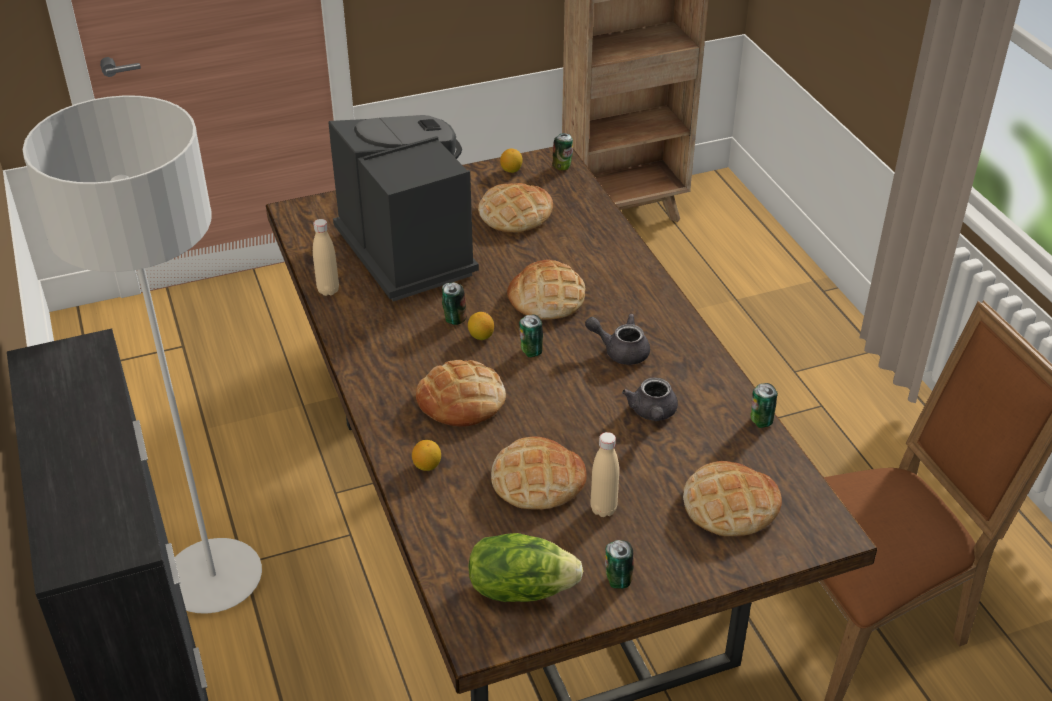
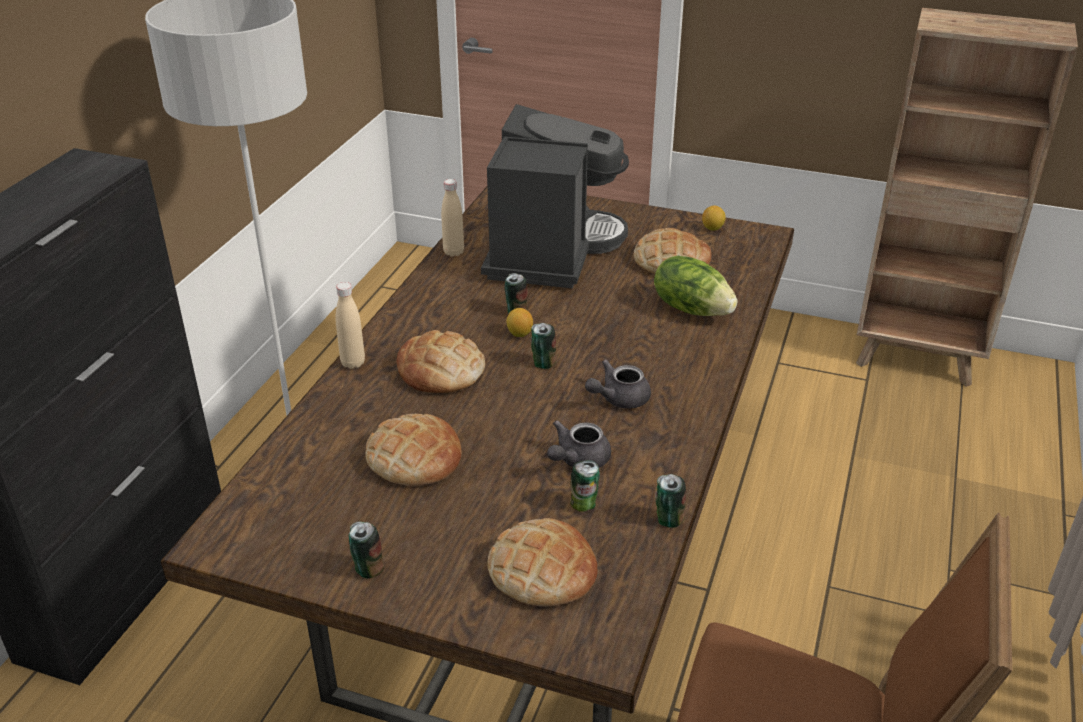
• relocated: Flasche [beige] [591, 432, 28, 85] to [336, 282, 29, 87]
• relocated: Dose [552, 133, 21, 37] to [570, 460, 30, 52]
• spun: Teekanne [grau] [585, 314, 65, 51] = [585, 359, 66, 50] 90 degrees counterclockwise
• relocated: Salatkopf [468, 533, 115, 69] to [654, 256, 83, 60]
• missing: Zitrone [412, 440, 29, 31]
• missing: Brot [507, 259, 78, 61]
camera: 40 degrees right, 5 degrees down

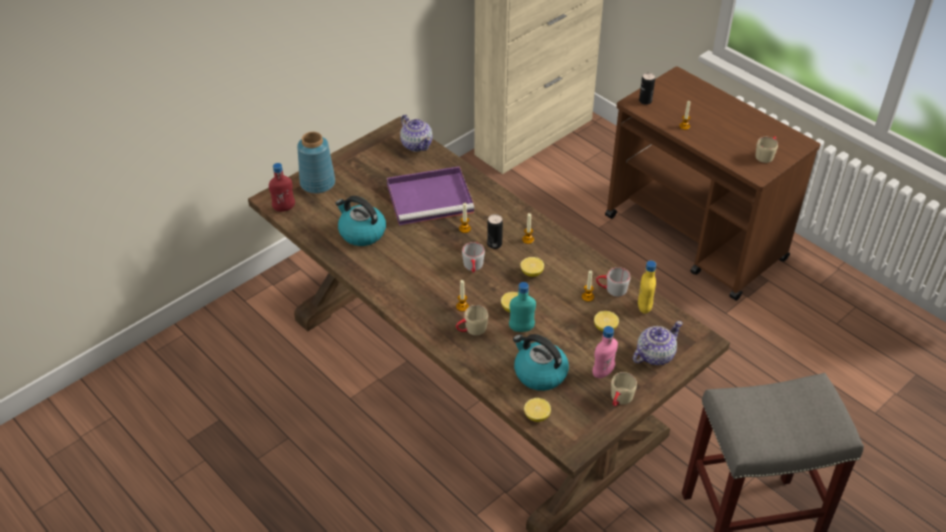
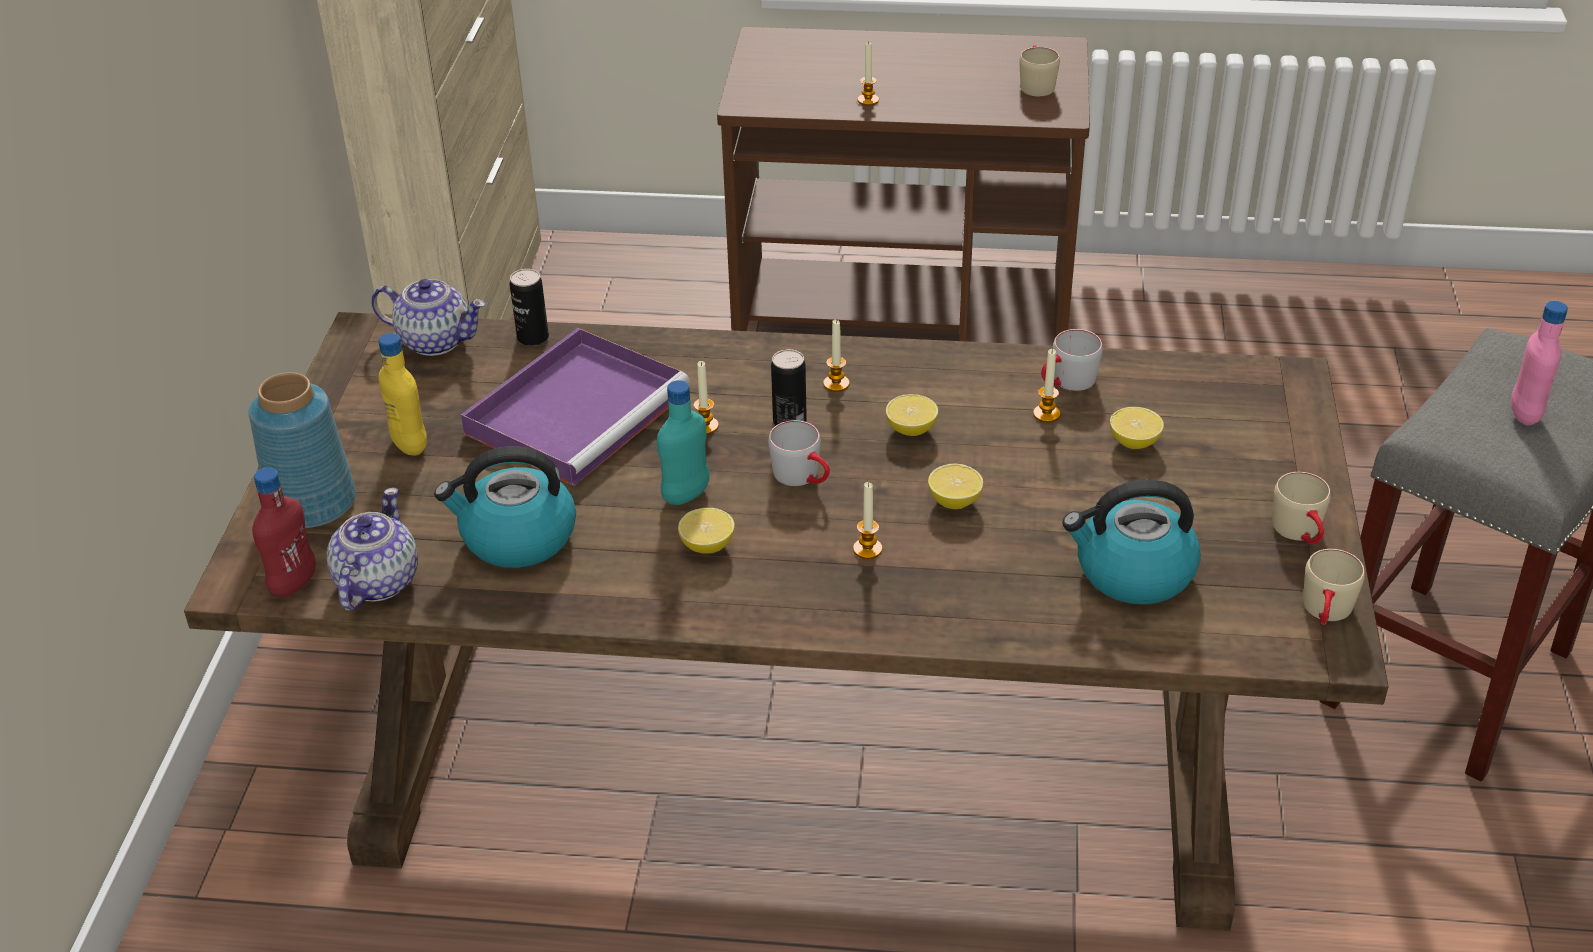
• relocated: Teekanne [633, 321, 50, 44] to [327, 488, 91, 122]
• relocated: Flasche [gelb] [638, 261, 18, 53] to [378, 333, 49, 123]
• relocated: Dose [639, 73, 16, 32] to [510, 269, 39, 77]
• relocated: Flasche [türkis] [509, 282, 27, 50] to [657, 380, 52, 125]
• relocated: Zitrone [524, 398, 27, 24] to [678, 508, 57, 46]
• relocated: Henkelbecher [beige] [456, 305, 32, 30] to [1303, 549, 62, 76]
• relocated: Flasche [rosa] [592, 326, 26, 52] to [1511, 301, 57, 124]
camera: 40 degrees left, 5 degrees down

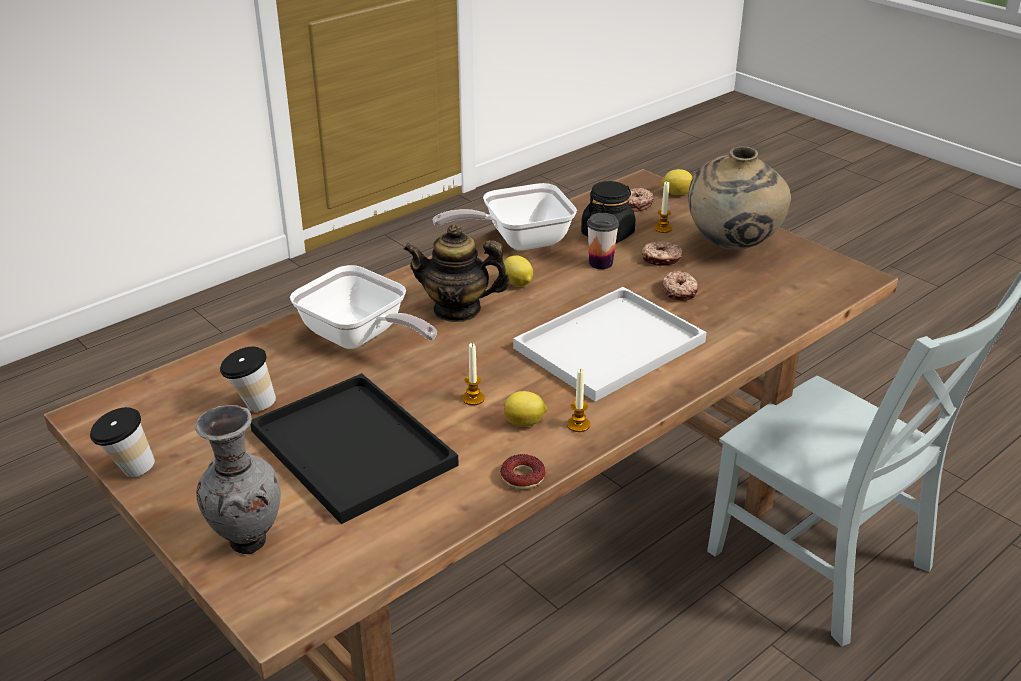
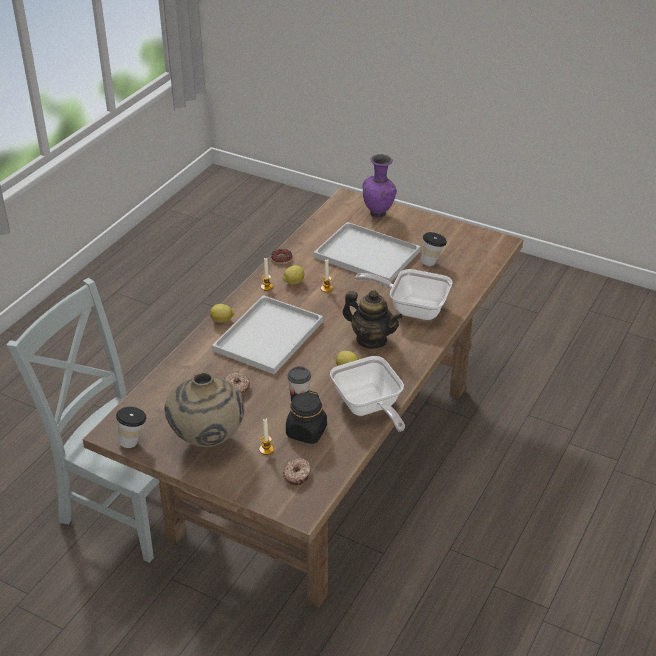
• relocated: Tasse [90, 407, 65, 70] to [116, 407, 30, 41]
• relocated: Zitrone [661, 169, 32, 26] to [210, 304, 24, 19]
• colour: Tablett [schwarz] [251, 373, 208, 151] to Tablett [weiß] [314, 222, 106, 60]
• spun: Pfanne [433, 183, 144, 68] = [330, 356, 75, 76] 105 degrees clockwise
• spun: Teekanne [404, 224, 106, 98] = [342, 290, 61, 59] 45 degrees clockwise
• colour: Vase [grau] [195, 405, 86, 149] to Vase [lila] [362, 154, 35, 64]
• missing: Donut [642, 242, 41, 24]
camera: 160 degrees right, 5 degrees up

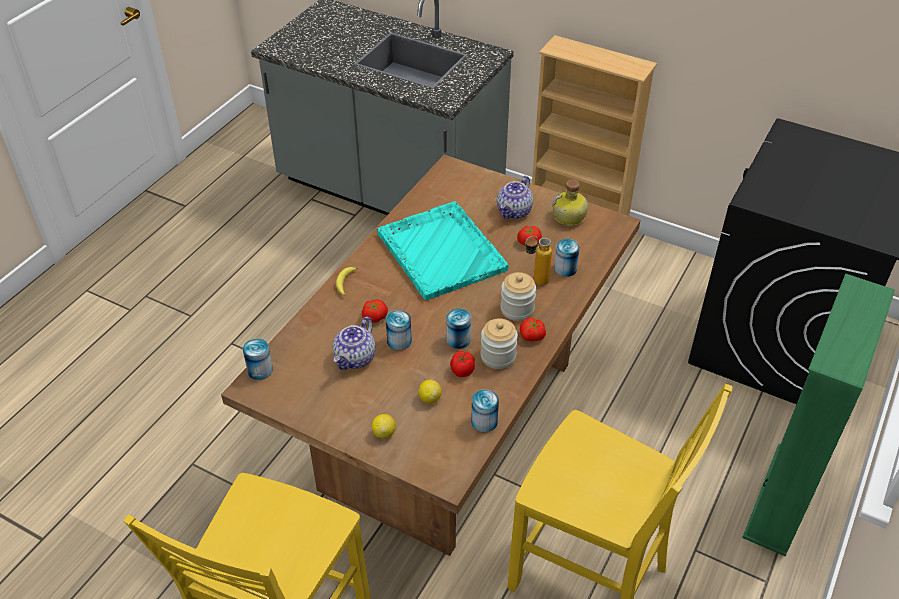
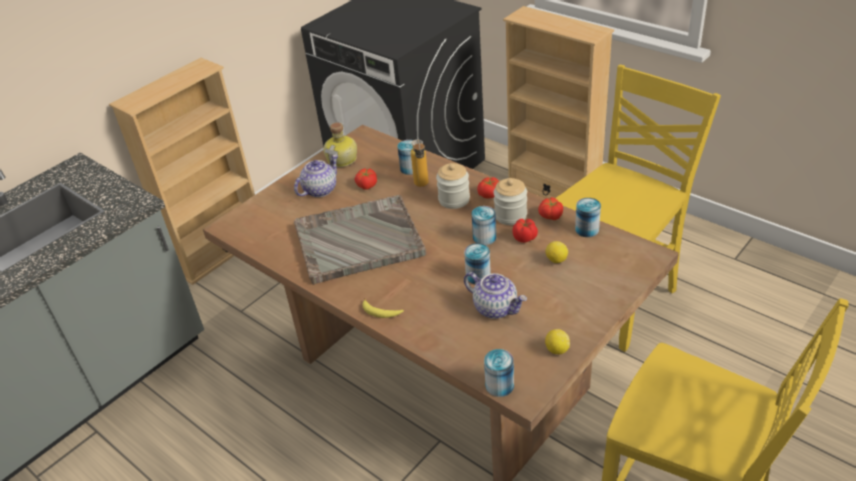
• spun: Teekanne [497, 176, 36, 43] = [294, 155, 45, 42] 90 degrees counterclockwise
• colour: Tablett [türkis] [377, 201, 132, 99] to Tablett [grau] [294, 195, 132, 90]
• colour: Bücherregal [grün] [742, 273, 153, 283] to Bücherregal [beige] [503, 6, 111, 193]
• relocated: Tomate [362, 299, 26, 24] to [538, 197, 25, 23]
• relocated: Zitrone [372, 414, 24, 25] to [545, 329, 25, 25]
camera: 75 degrees left, 5 degrees down

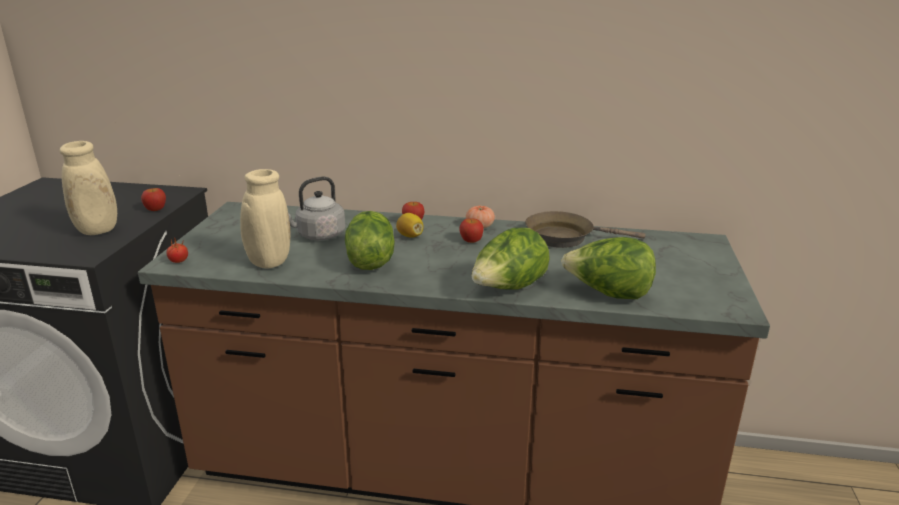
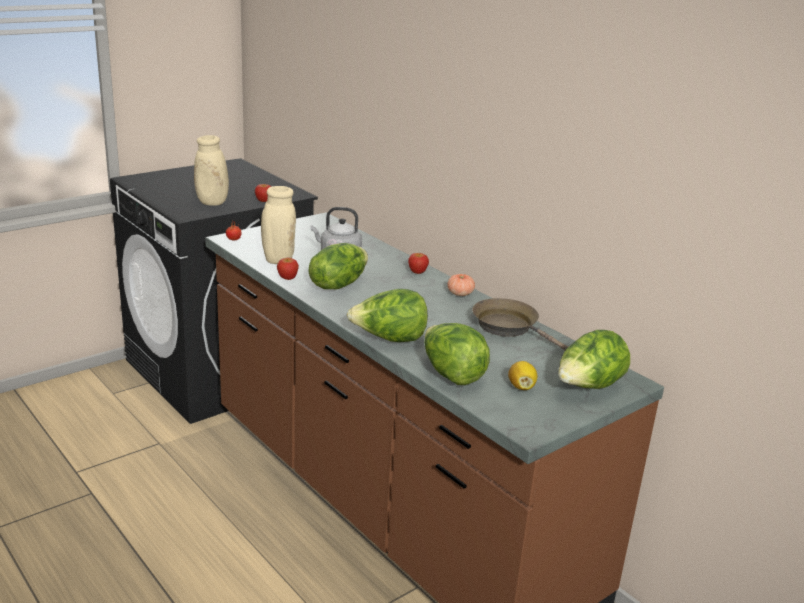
• relocated: Apfel [459, 218, 24, 25] to [277, 258, 22, 22]
• relocated: Zitrone [396, 213, 28, 25] to [508, 361, 29, 29]
• appeared: Salatkopf [558, 330, 72, 59]
camera: 40 degrees right, 0 degrees up

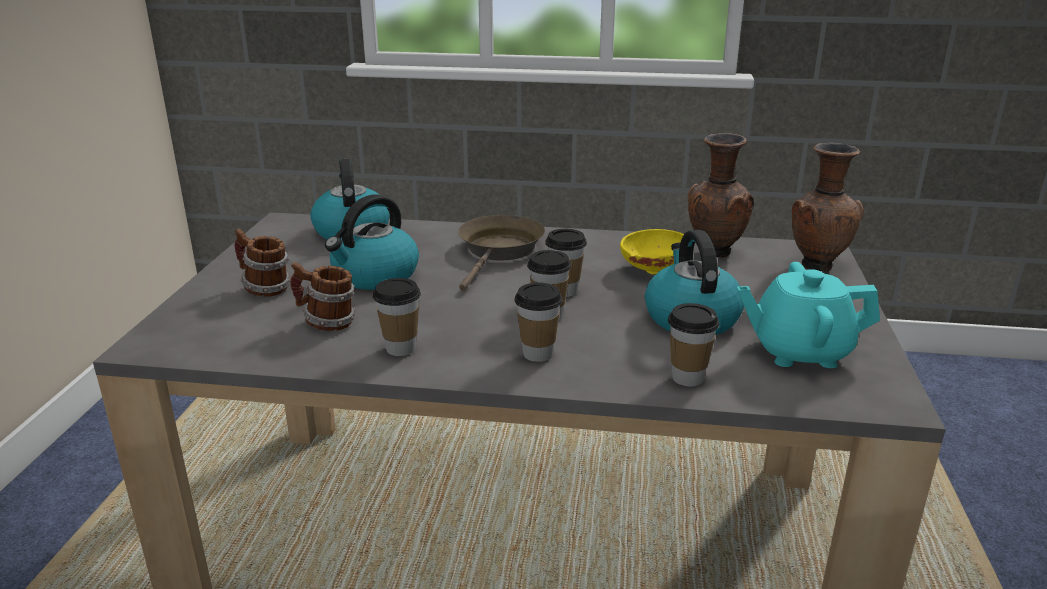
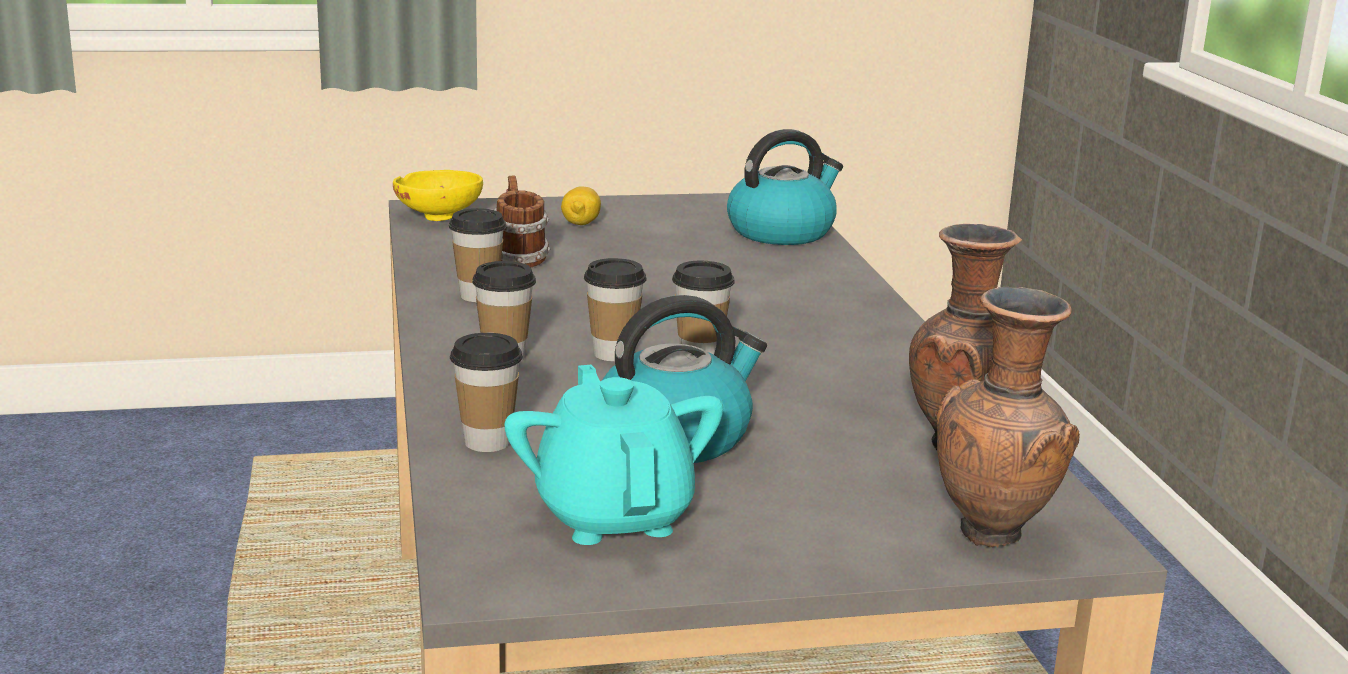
• relocated: Schüssel [gelb] [620, 229, 64, 45] to [393, 170, 90, 51]
• exchanged: Henkelbecher [234, 229, 57, 68] to Zitrone [561, 186, 40, 39]
• missing: Wasserkessel [325, 194, 94, 96]
• missing: Pfanne [braun] [458, 215, 87, 76]
camera: 70 degrees right, 5 degrees down

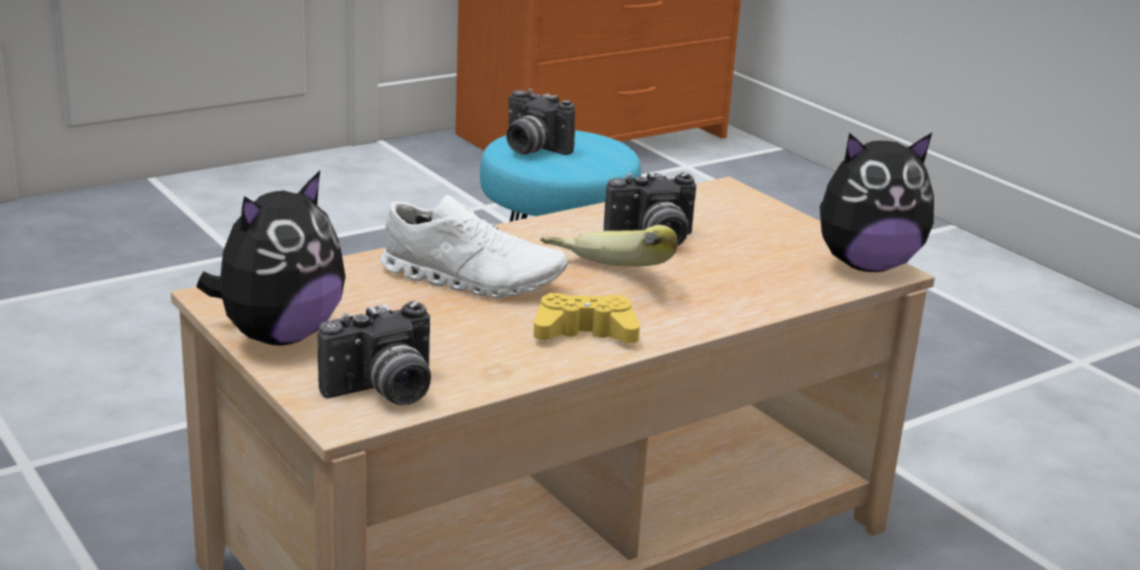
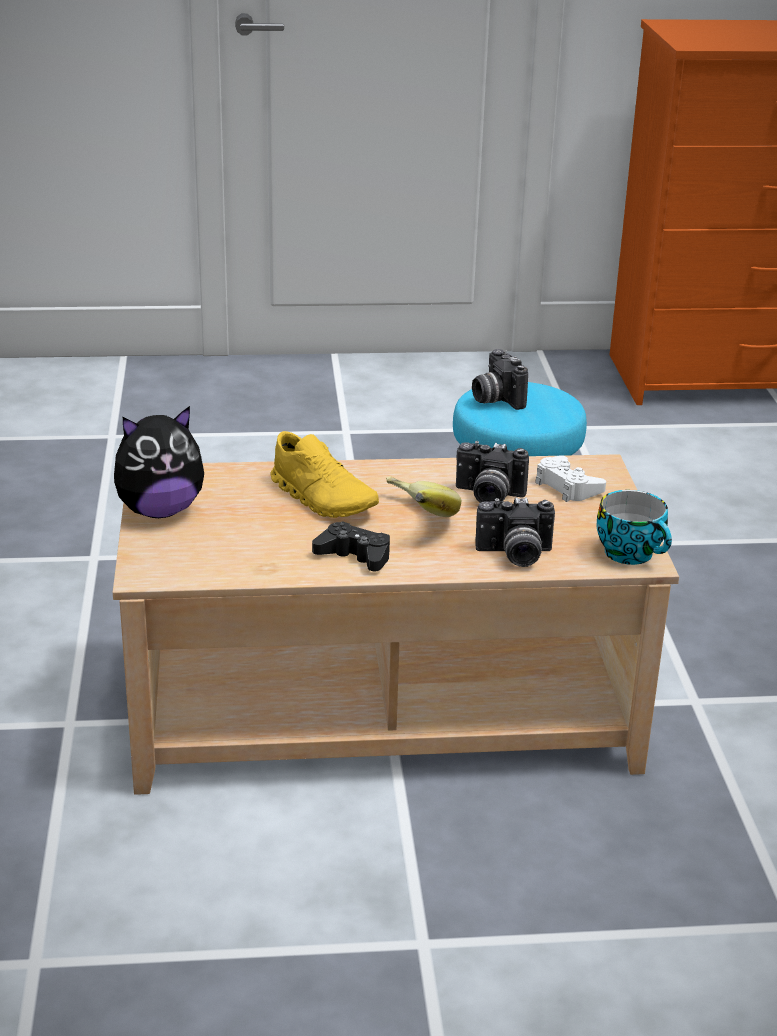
• colour: Schuh [weiß] [380, 195, 188, 103] to Schuh [gelb] [271, 431, 108, 87]
• colour: Gamepad [gelb] [534, 293, 106, 50] to Gamepad [schwarz] [312, 521, 78, 50]
• relocated: Kamera [317, 301, 114, 104] to [475, 497, 80, 70]
• appeared: Gamepad [weiß] [535, 455, 71, 47]
• exchanged: Plüschtier [819, 133, 115, 139] to Tasse [597, 490, 75, 75]
camera: 30 degrees right, 5 degrees up

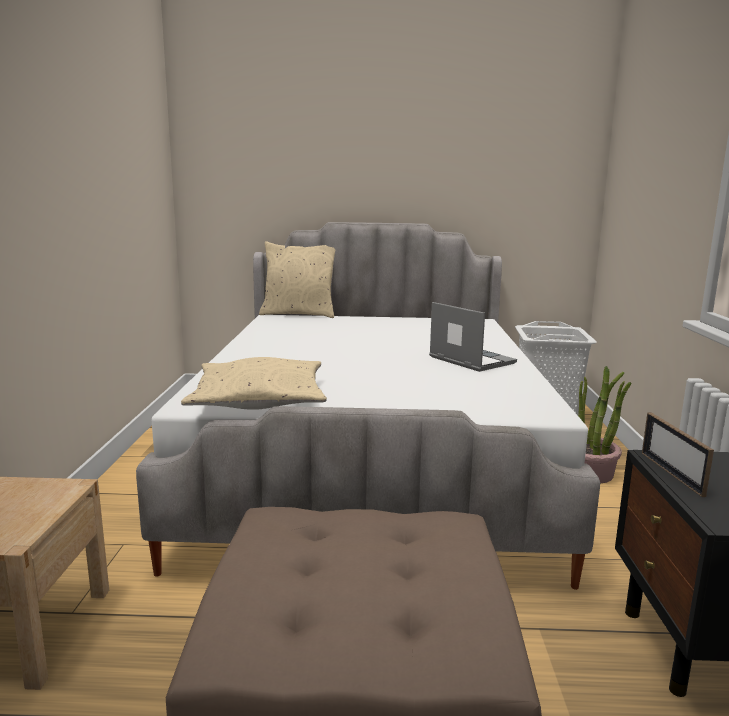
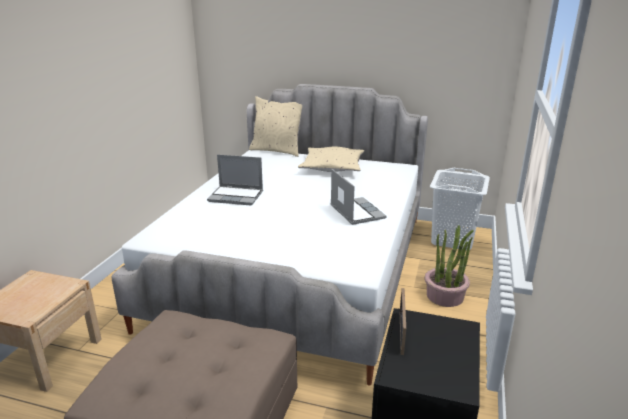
• appeared: Laptop [207, 155, 56, 50]
• relocated: Kissen [beige] [181, 357, 146, 53] to [298, 146, 66, 26]
camera: 15 degrees right, 10 degrees up

